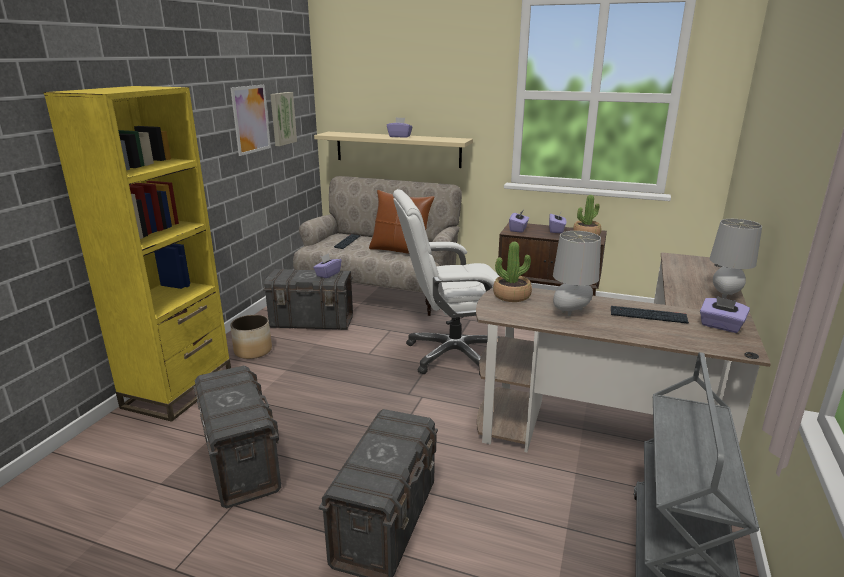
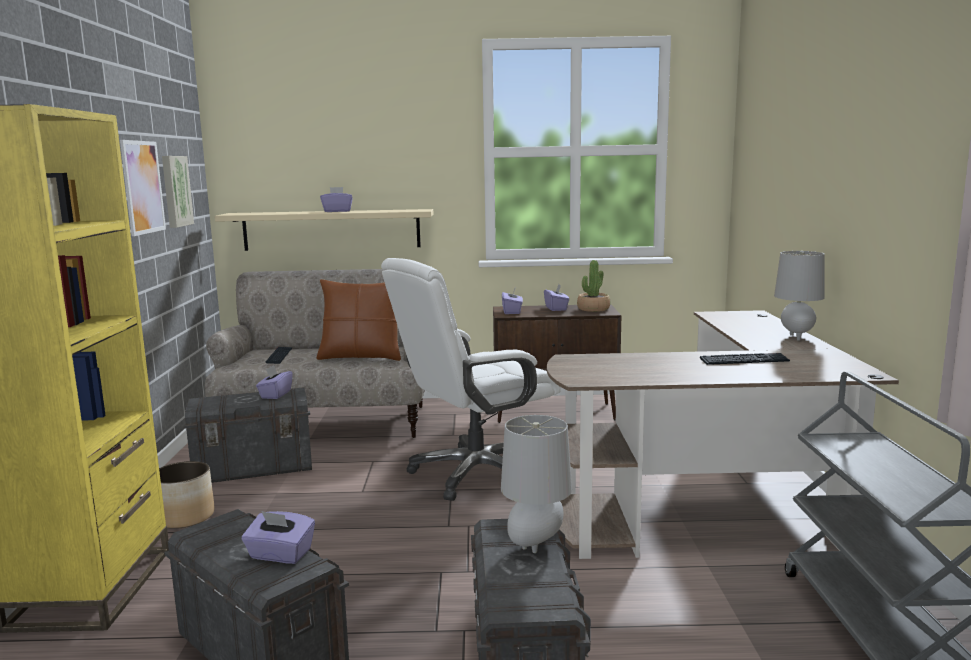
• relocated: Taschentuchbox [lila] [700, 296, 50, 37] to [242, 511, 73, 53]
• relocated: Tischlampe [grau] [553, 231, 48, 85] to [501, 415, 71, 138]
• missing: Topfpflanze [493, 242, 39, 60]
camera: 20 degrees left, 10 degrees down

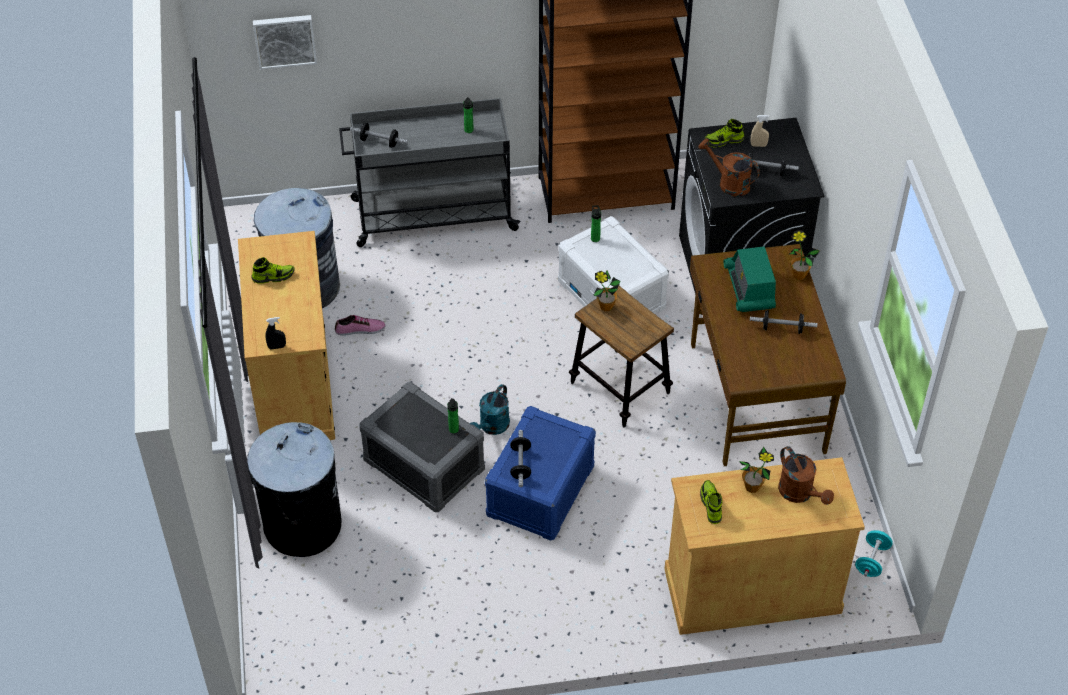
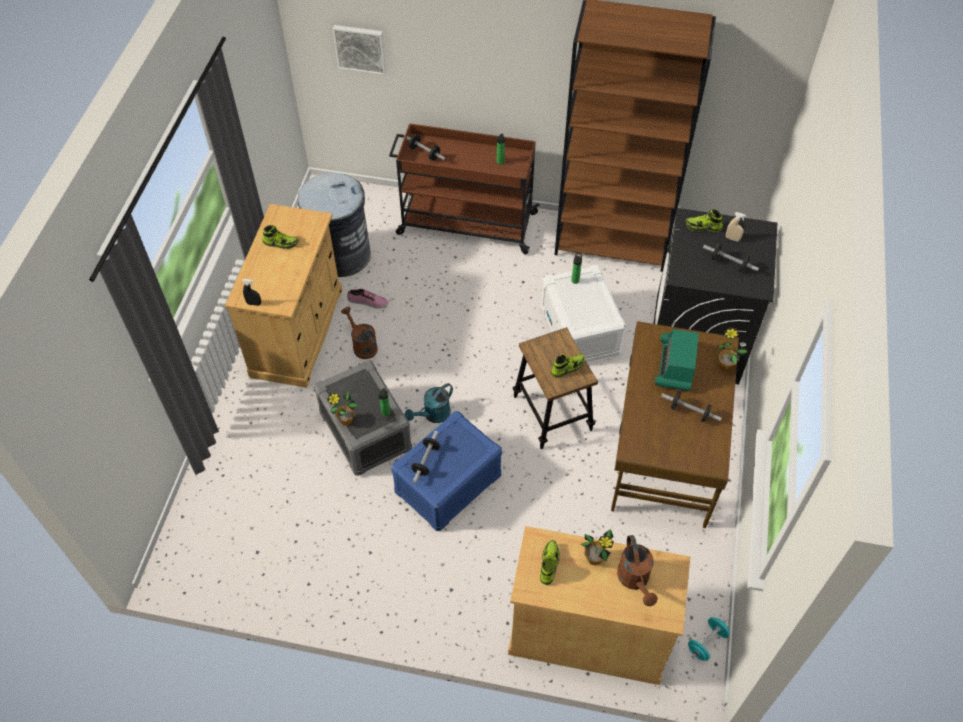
• relocated: Topfpflanze [593, 270, 28, 41] to [327, 392, 31, 34]
• relocated: Gießkanne [braun] [698, 139, 62, 58] to [341, 307, 37, 52]
• colour: Rollwagen [grau] [339, 98, 182, 149] to Rollwagen [braun] [389, 123, 151, 132]
• appeared: Schuh [551, 354, 34, 24]
• missing: Mülleimer [schwarz] [247, 422, 94, 135]
camera: 20 degrees right, 5 degrees up

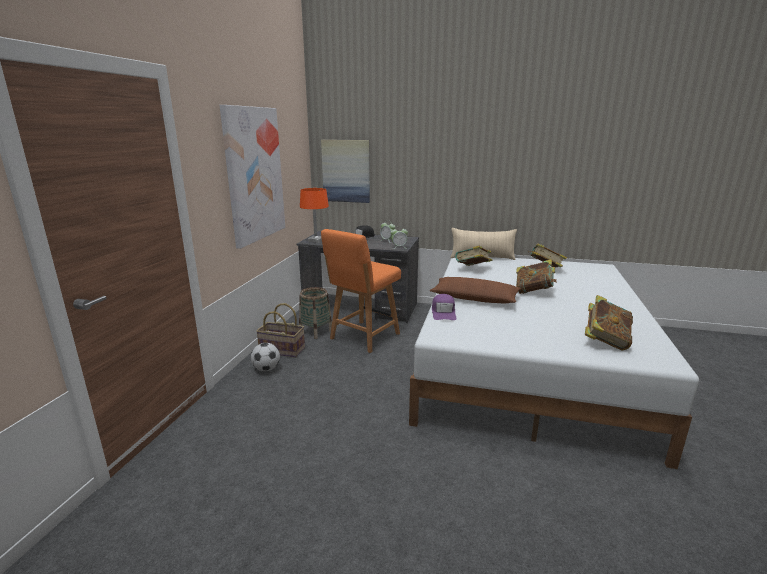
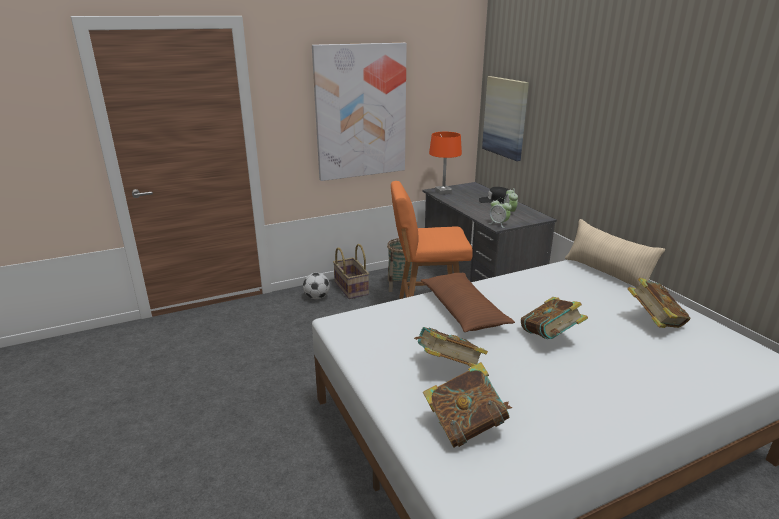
• relocated: Buch [455, 246, 37, 20] to [414, 327, 74, 40]
• missing: Kappe [lila] [432, 294, 24, 26]
camera: 50 degrees right, 5 degrees up

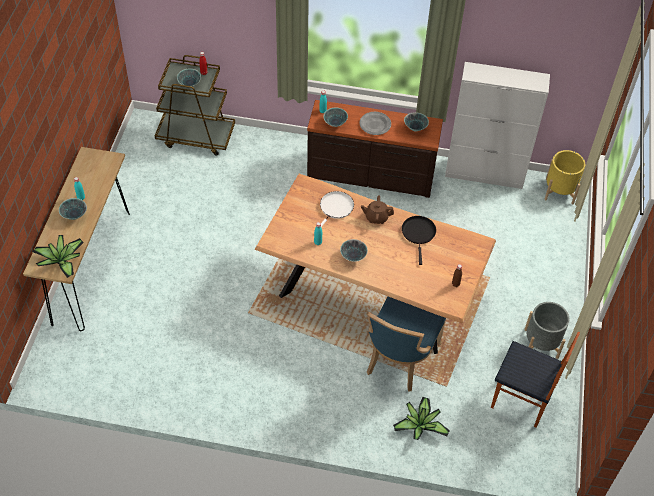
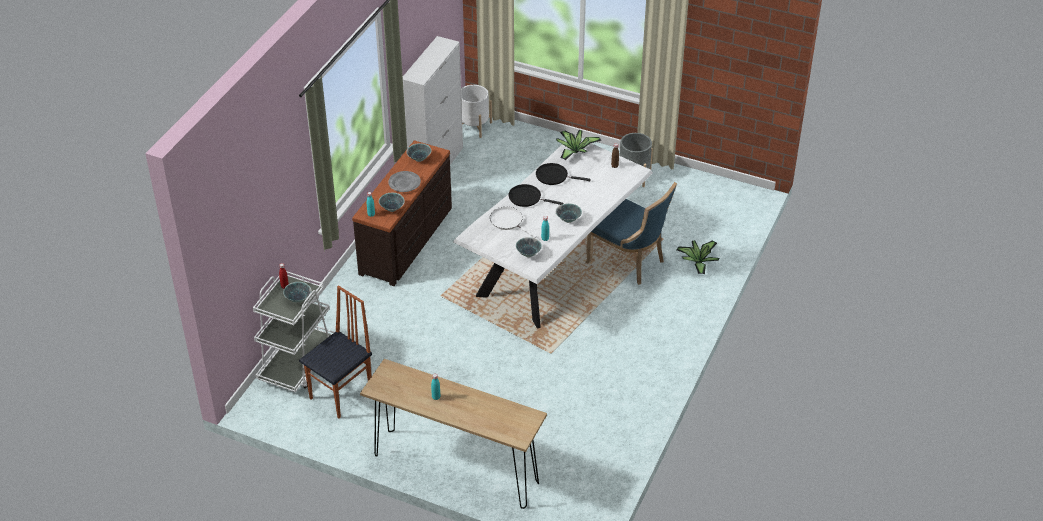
• colour: Rollwagen [braun] [155, 55, 80, 100] to Rollwagen [weiß] [253, 271, 81, 121]
• relocated: Stuhl [491, 332, 89, 96] to [299, 285, 73, 134]
• colour: Esstisch [braun] [255, 174, 241, 180] to Esstisch [weiß] [453, 136, 200, 193]
• colour: Pflanzkübel [gelb] [544, 150, 41, 54] to Pflanzkübel [weiß] [461, 85, 31, 53]
• exchanged: Teekanne [braun] [361, 195, 33, 29] to Pfanne [schwarz] [508, 184, 55, 23]
• relocated: Schüssel [59, 198, 28, 22] to [516, 237, 26, 20]
• relocated: Topfpflanze [33, 235, 51, 43] to [556, 130, 46, 30]
camera: 75 degrees left, 10 degrees down

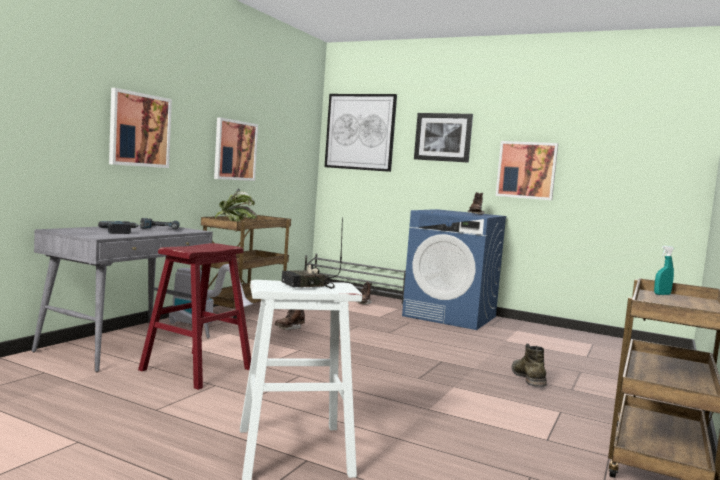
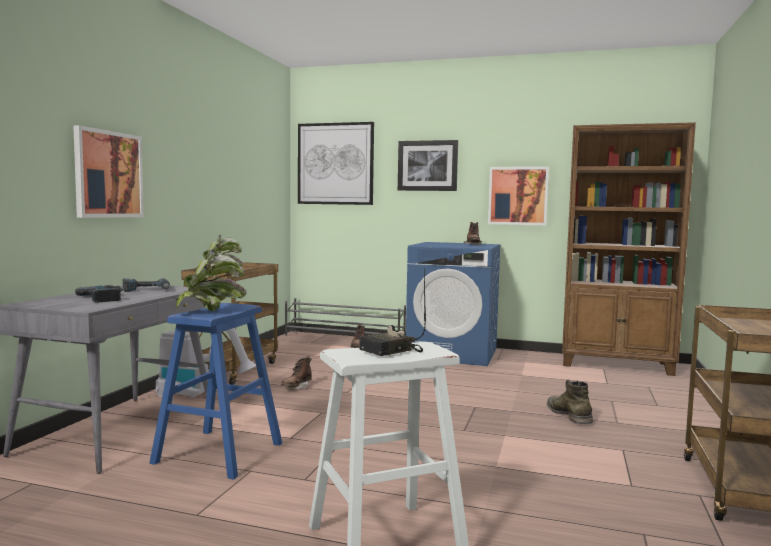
• colour: Hocker [rot] [138, 243, 113, 147] to Hocker [blau] [149, 303, 133, 177]
• appeared: Topfpflanze [175, 249, 71, 62]
• appeared: Bücherregal [braun] [562, 122, 134, 254]
• missing: Bild [214, 117, 44, 64]
• missing: Sprühflasche [türkis] [654, 246, 20, 49]
camera: 10 degrees left, 0 degrees up

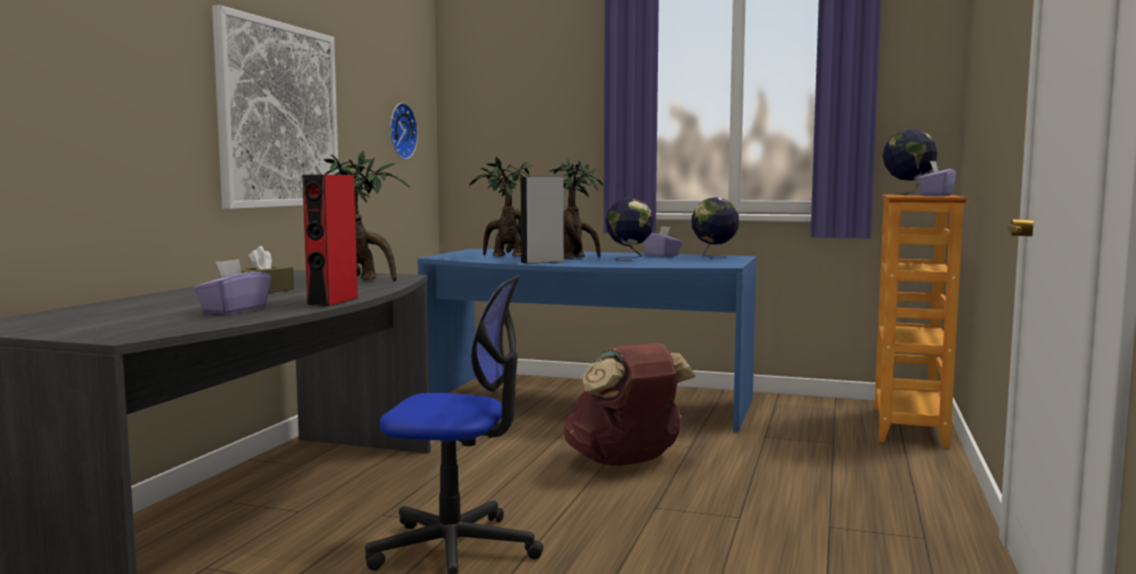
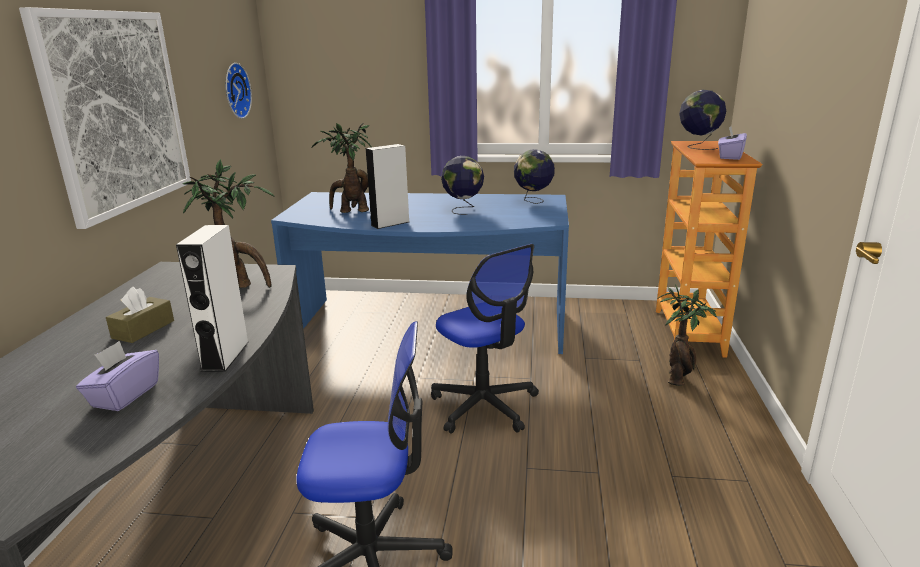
• colour: Lautsprecher [rot] [302, 175, 56, 132] to Lautsprecher [weiß] [176, 225, 73, 147]
• exchanged: Rucksack [braun] [564, 343, 132, 123] to Bürostuhl [431, 244, 108, 189]
• relocated: Topfpflanze [549, 157, 54, 102] to [657, 284, 60, 102]
• missing: Taschentuchbox [lila] [643, 226, 40, 31]
camera: 10 degrees left, 15 degrees up

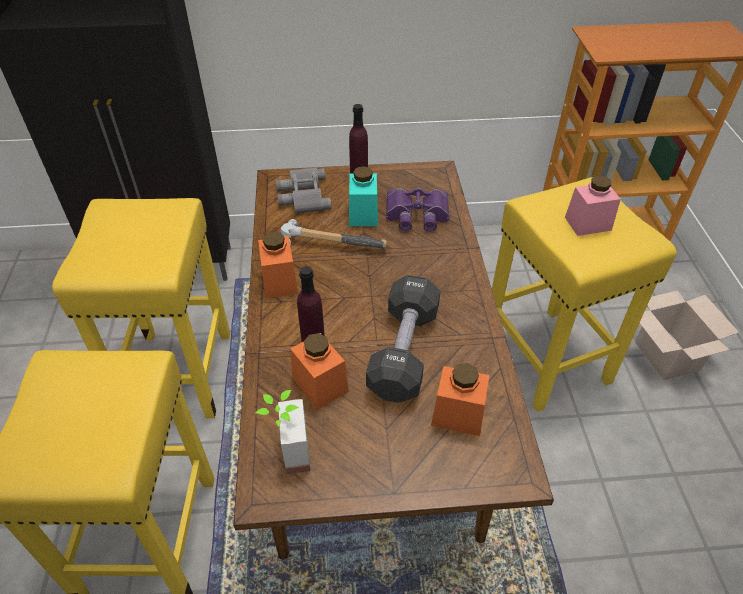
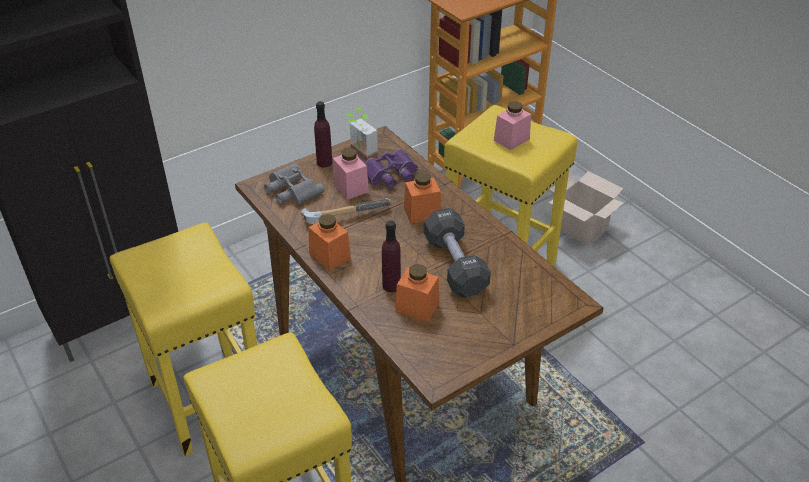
• colour: Vorratsglas [türkis] [349, 166, 29, 60] to Vorratsglas [rosa] [333, 148, 36, 52]
• relocated: Topfpflanze [255, 390, 56, 84] to [346, 107, 32, 54]
• relocated: Vorratsglas [orange] [431, 363, 59, 73] to [404, 172, 37, 51]
camera: 30 degrees left, 5 degrees down

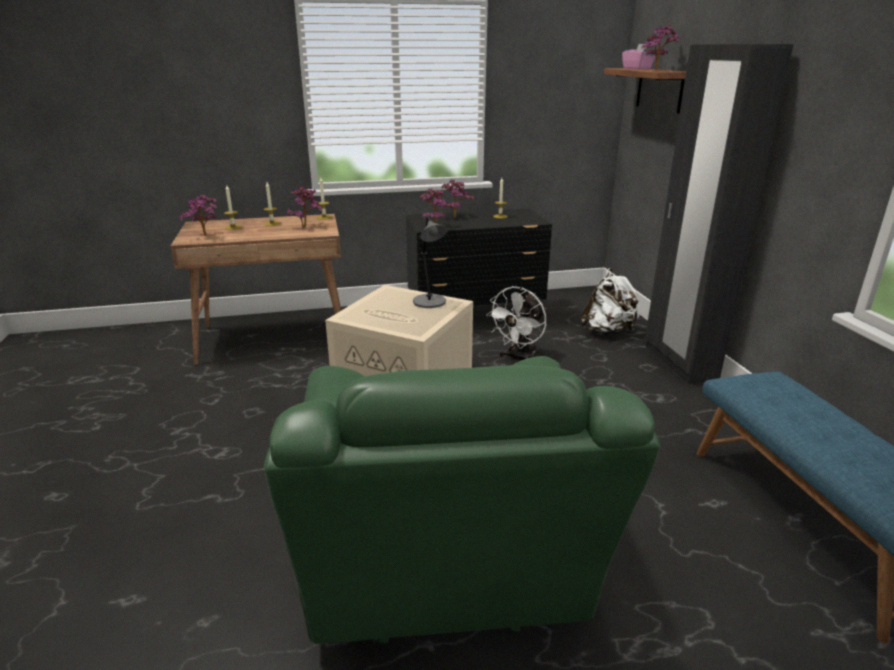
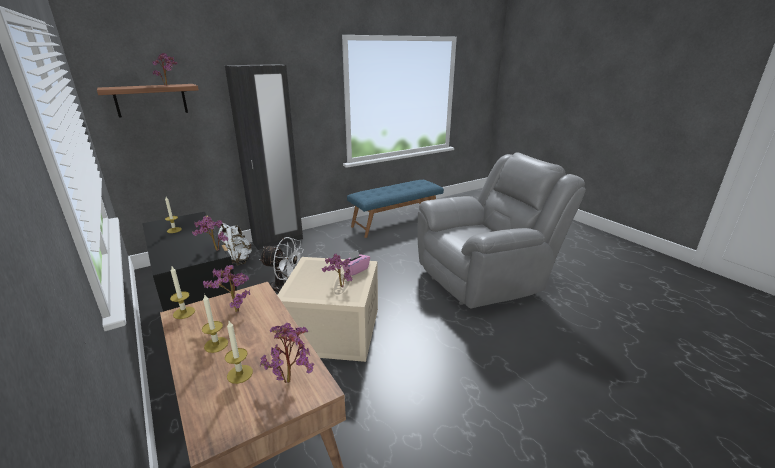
• relocated: Topfpflanze [441, 179, 33, 39] to [322, 253, 30, 34]
• relocated: Taschentuchbox [rosa] [622, 44, 33, 26] to [342, 250, 28, 26]
• colour: Sessel [grün] [264, 356, 396, 289] to Sessel [grau] [417, 152, 169, 156]
• missing: Tischlampe [grau] [413, 216, 35, 92]
camera: 110 degrees left, 0 degrees up

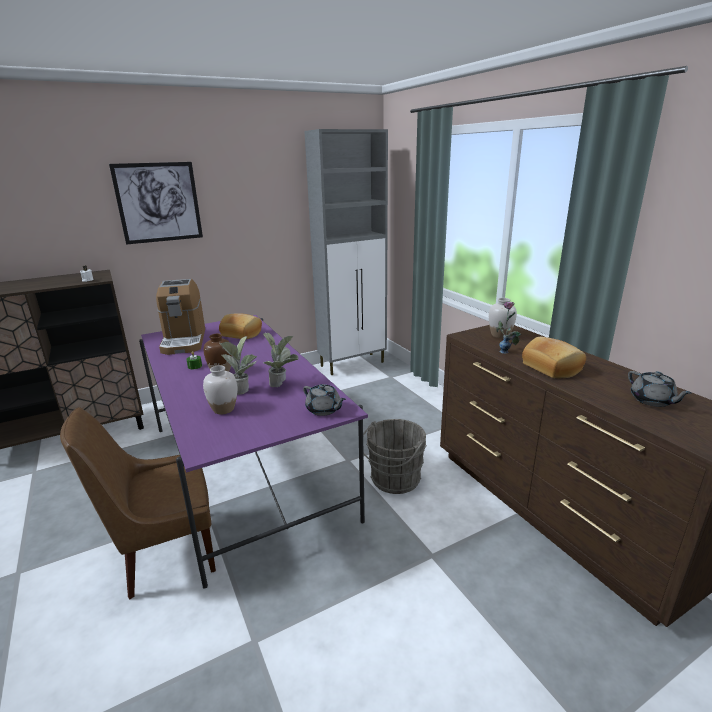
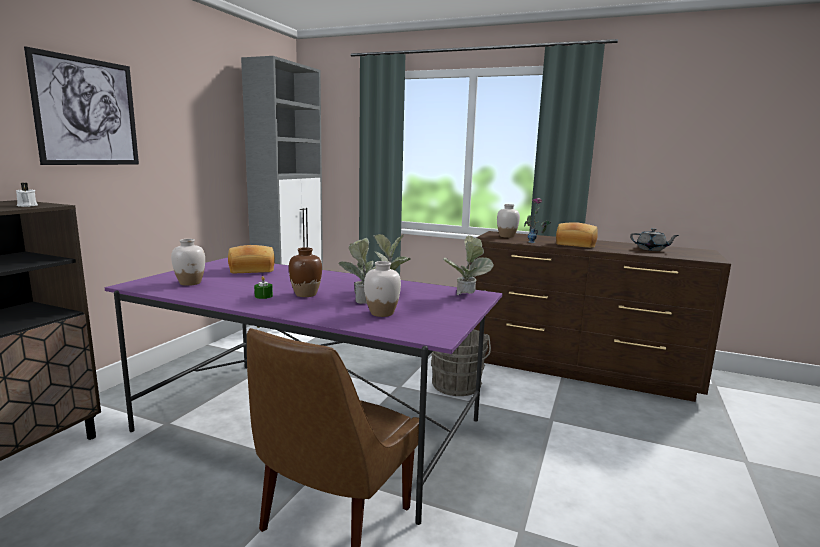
• exchanged: Kaffeemaschine [156, 279, 49, 76] to Vase [weiß] [171, 239, 34, 47]
• exchanged: Teekanne [grau] [303, 384, 43, 32] to Topfpflanze [443, 236, 51, 60]
camera: 40 degrees left, 10 degrees down

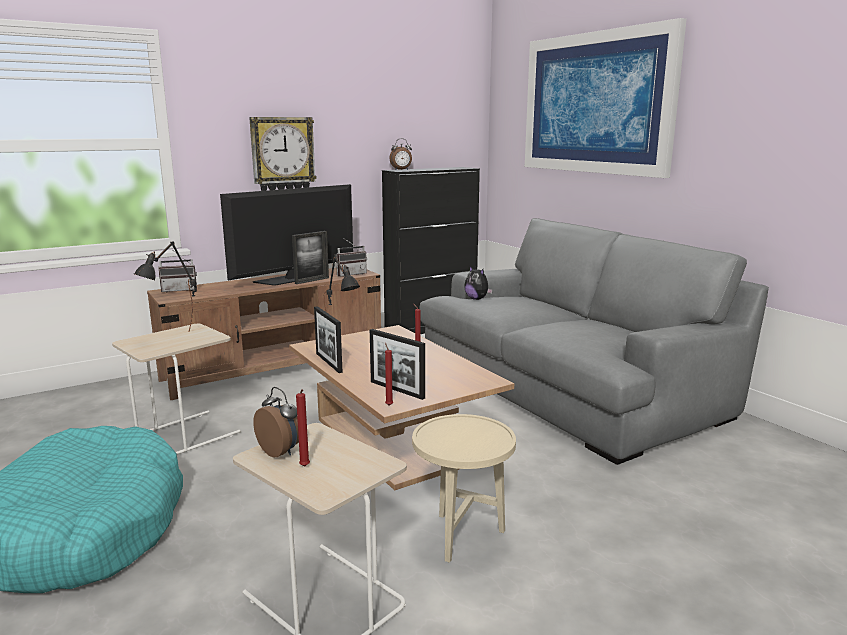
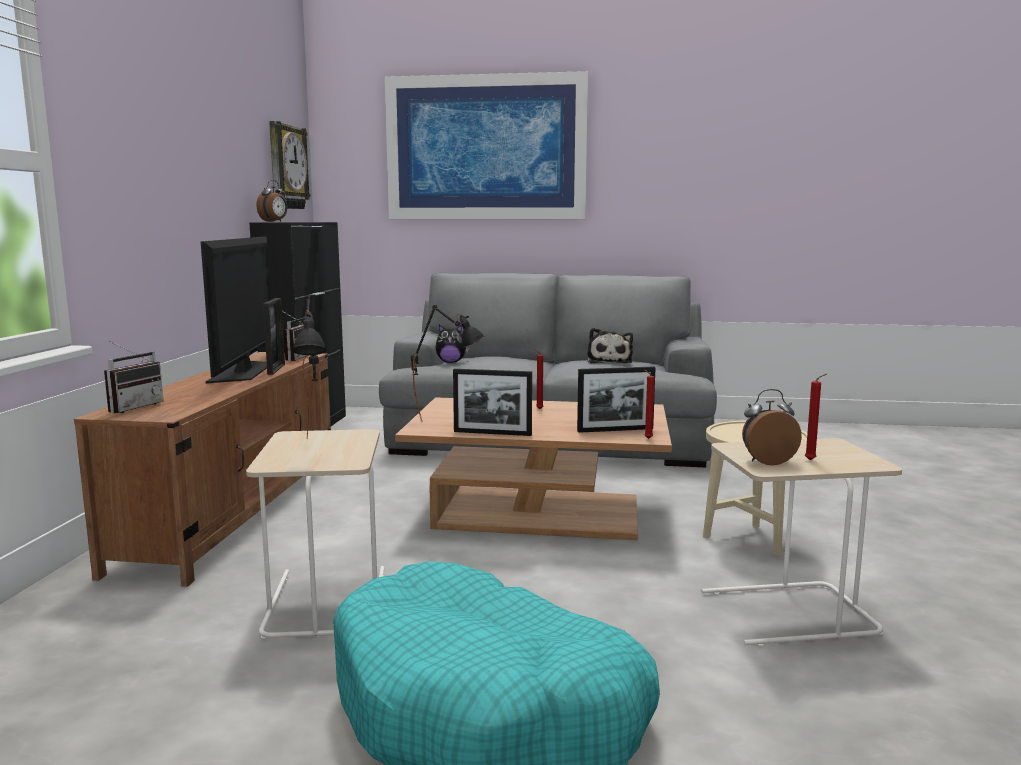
• relocated: Wanduhr [249, 117, 67, 74] to [269, 121, 42, 88]
• appeared: Plüschtier [587, 328, 46, 35]
camera: 50 degrees left, 5 degrees down

